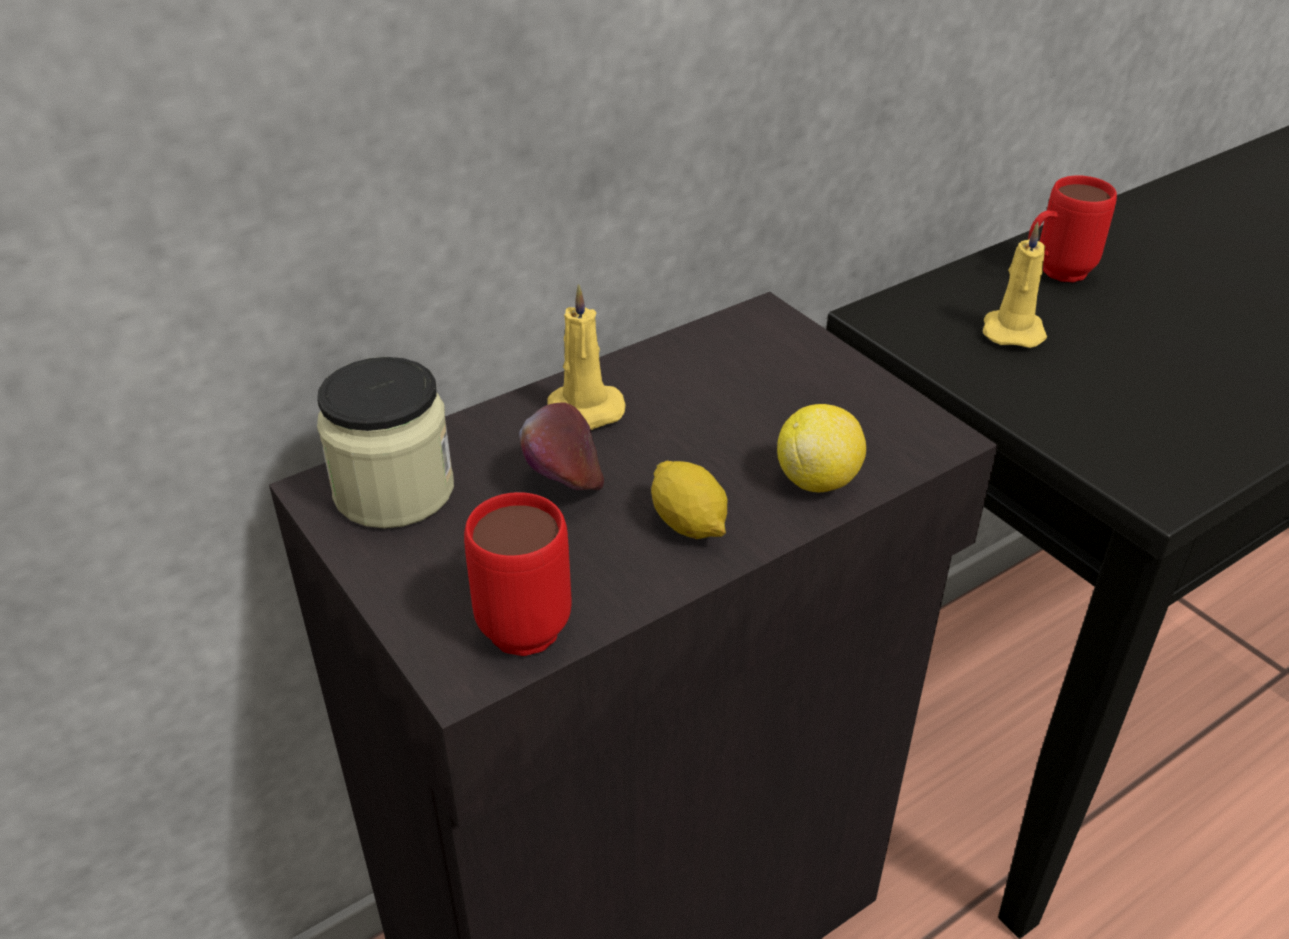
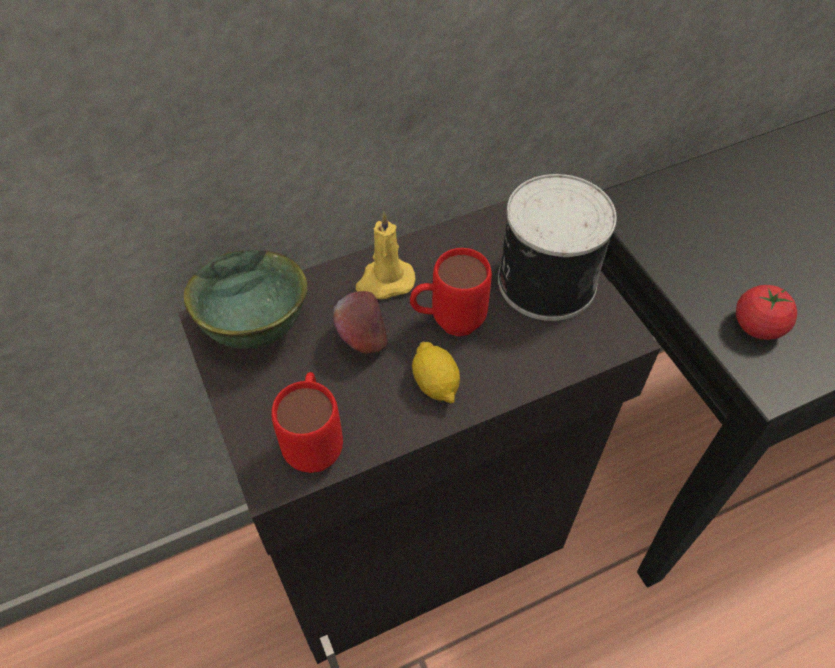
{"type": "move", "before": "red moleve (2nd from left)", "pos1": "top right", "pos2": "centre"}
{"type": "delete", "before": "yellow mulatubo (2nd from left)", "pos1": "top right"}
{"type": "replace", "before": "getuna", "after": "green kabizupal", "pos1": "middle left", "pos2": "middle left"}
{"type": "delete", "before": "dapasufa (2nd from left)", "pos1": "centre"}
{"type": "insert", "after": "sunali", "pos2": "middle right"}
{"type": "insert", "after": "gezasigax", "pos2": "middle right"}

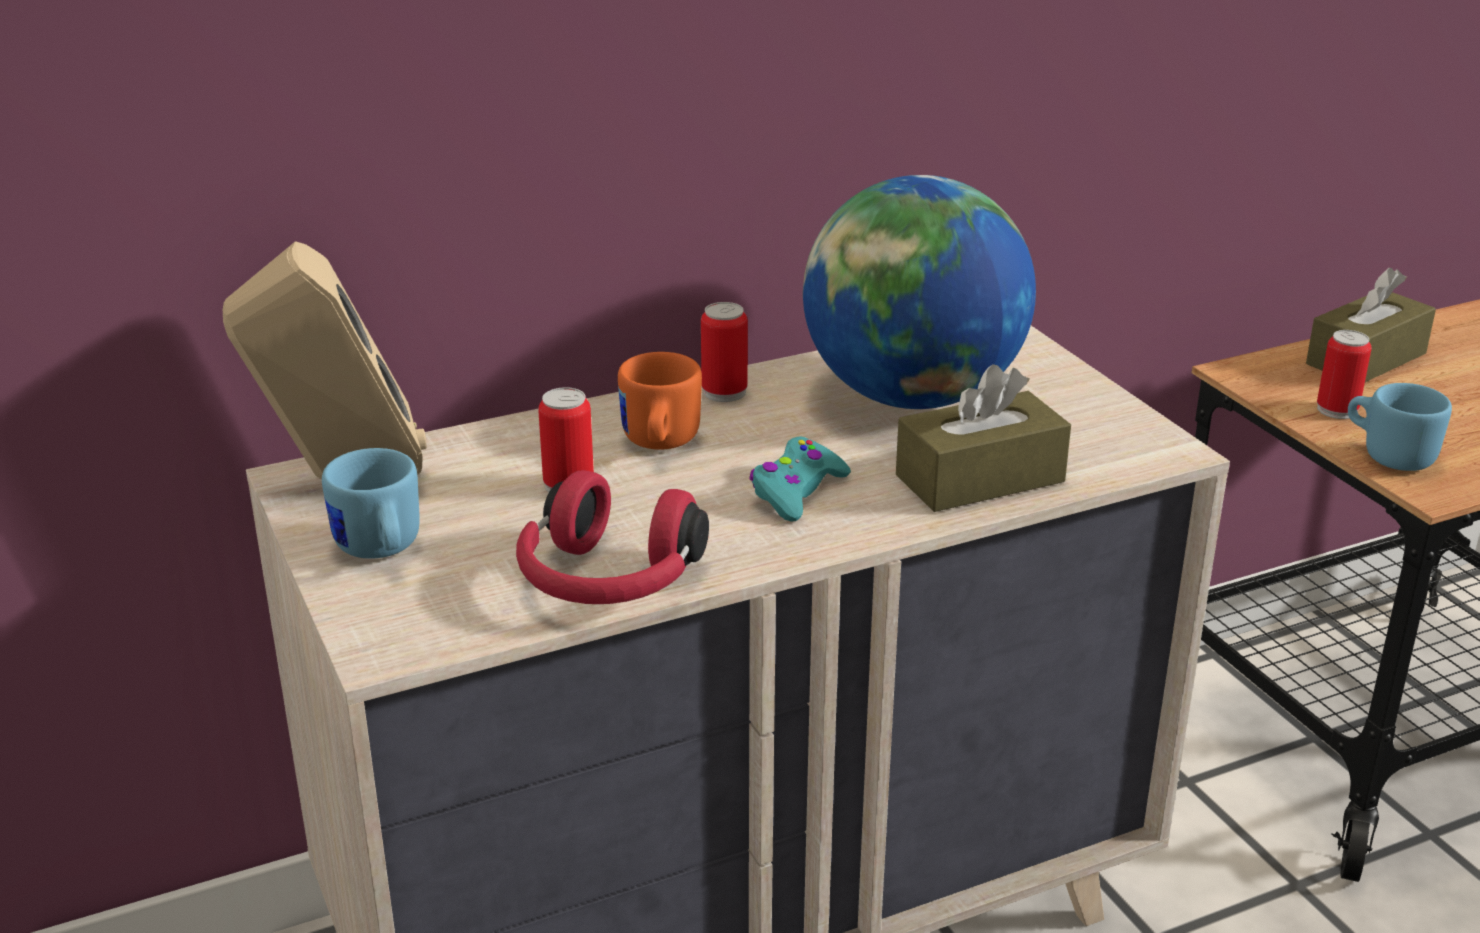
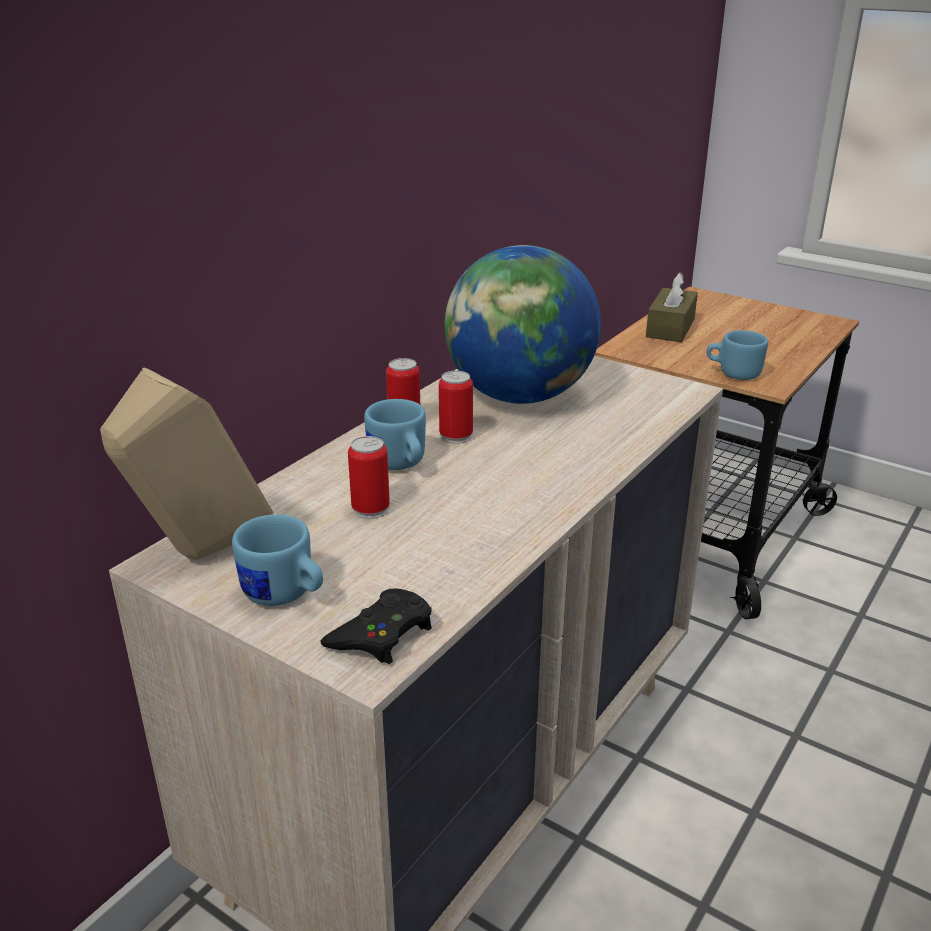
{"type": "move", "before": "sunali (3rd from left)", "pos1": "middle right", "pos2": "centre"}
{"type": "recolor", "before": "orange moleve", "after": "blue moleve (2nd from left)", "pos1": "centre", "pos2": "centre"}
{"type": "delete", "before": "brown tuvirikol (1st from left)", "pos1": "centre"}
{"type": "delete", "before": "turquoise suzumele", "pos1": "centre"}
{"type": "delete", "before": "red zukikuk", "pos1": "centre"}
{"type": "insert", "after": "black suzumele", "pos2": "bottom centre"}

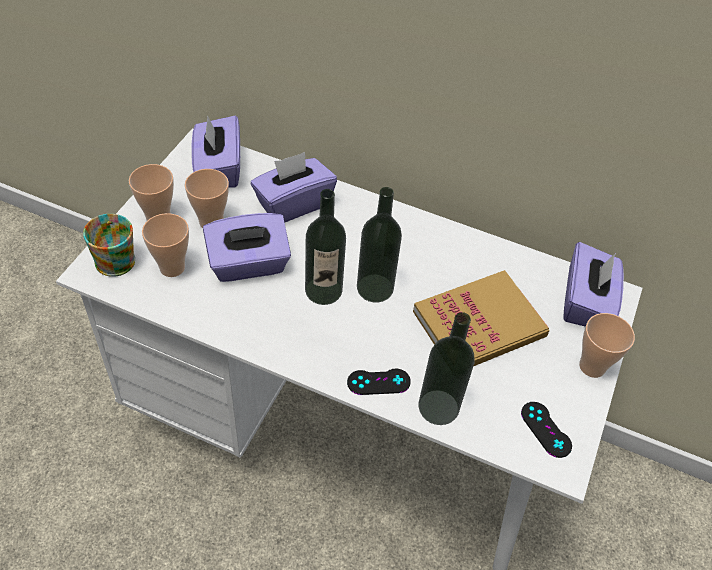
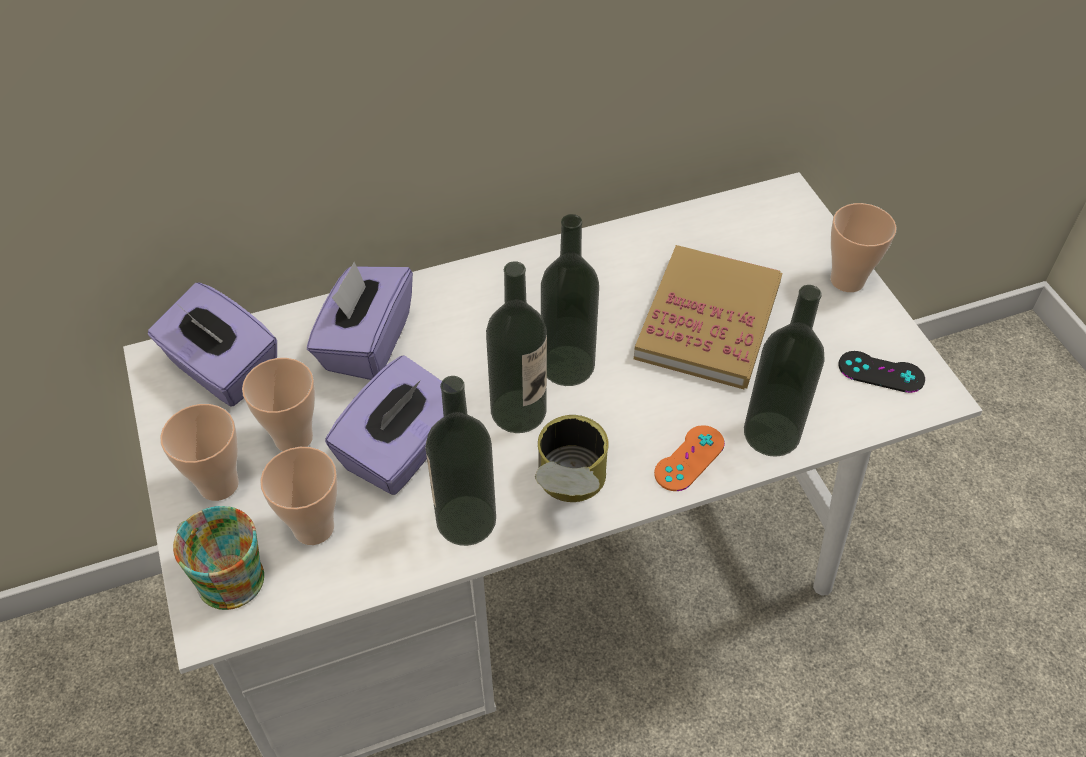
{"type": "delete", "before": "purple tuvirikol (4th from left)", "pos1": "middle right"}
{"type": "recolor", "before": "black suzumele (1st from left)", "after": "orange suzumele", "pos1": "bottom centre", "pos2": "centre"}
{"type": "insert", "after": "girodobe (1st from left)", "pos2": "centre"}
{"type": "insert", "after": "sunali", "pos2": "centre"}

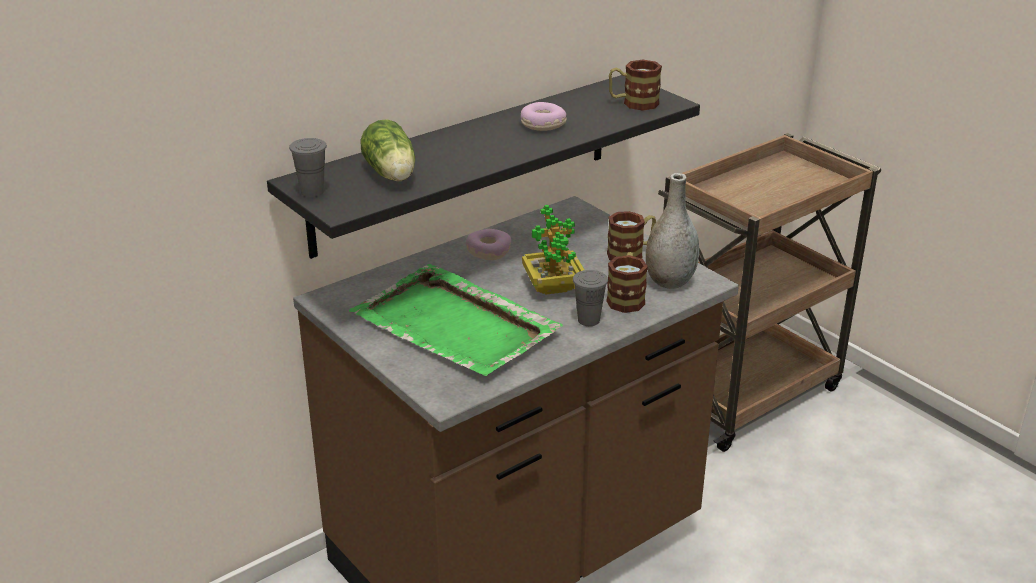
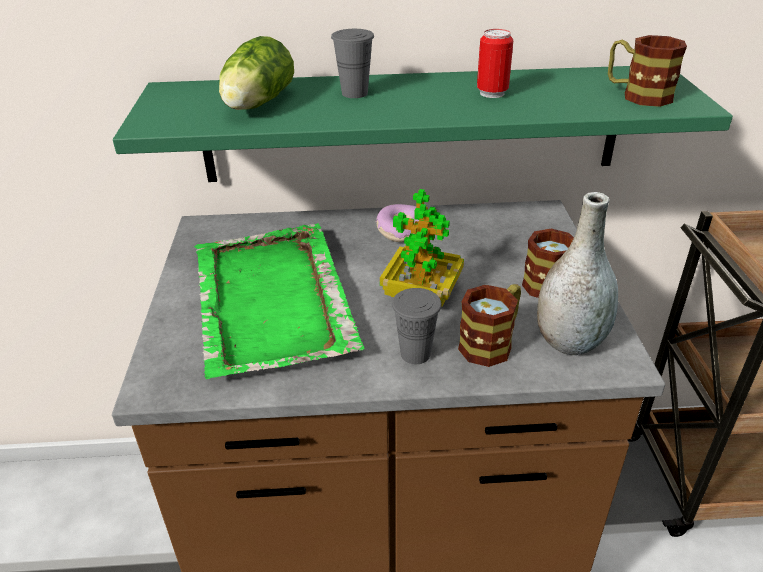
{"type": "recolor", "before": "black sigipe", "after": "green sigipe", "pos1": "top centre", "pos2": "top centre"}
{"type": "replace", "before": "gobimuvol (2nd from left)", "after": "sunali", "pos1": "top centre", "pos2": "top centre"}
{"type": "move", "before": "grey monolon (1st from left)", "pos1": "top left", "pos2": "top centre"}

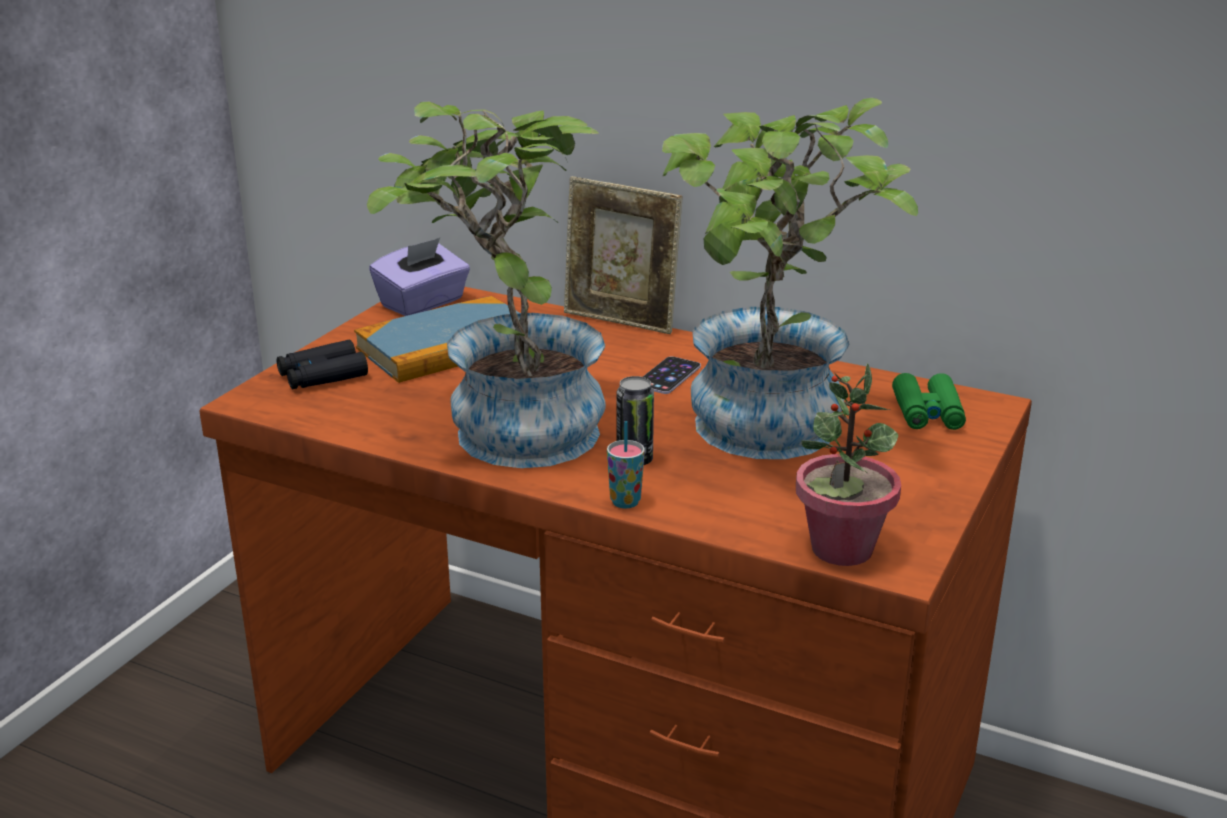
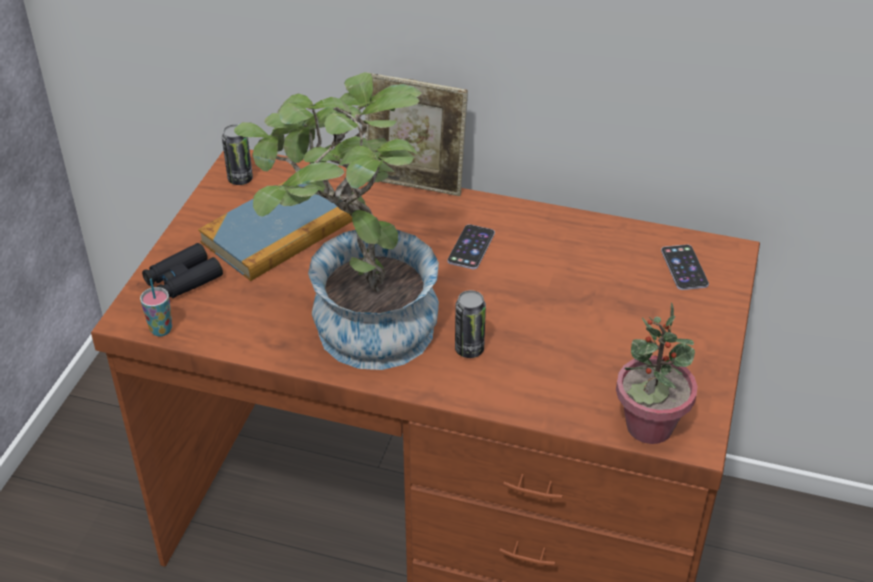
{"type": "delete", "before": "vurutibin (2nd from left)", "pos1": "centre"}
{"type": "replace", "before": "purple tuvirikol", "after": "sunali (1st from left)", "pos1": "centre", "pos2": "top left"}
{"type": "replace", "before": "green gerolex", "after": "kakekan (2nd from left)", "pos1": "middle right", "pos2": "middle right"}
{"type": "move", "before": "monolon", "pos1": "centre", "pos2": "middle left"}

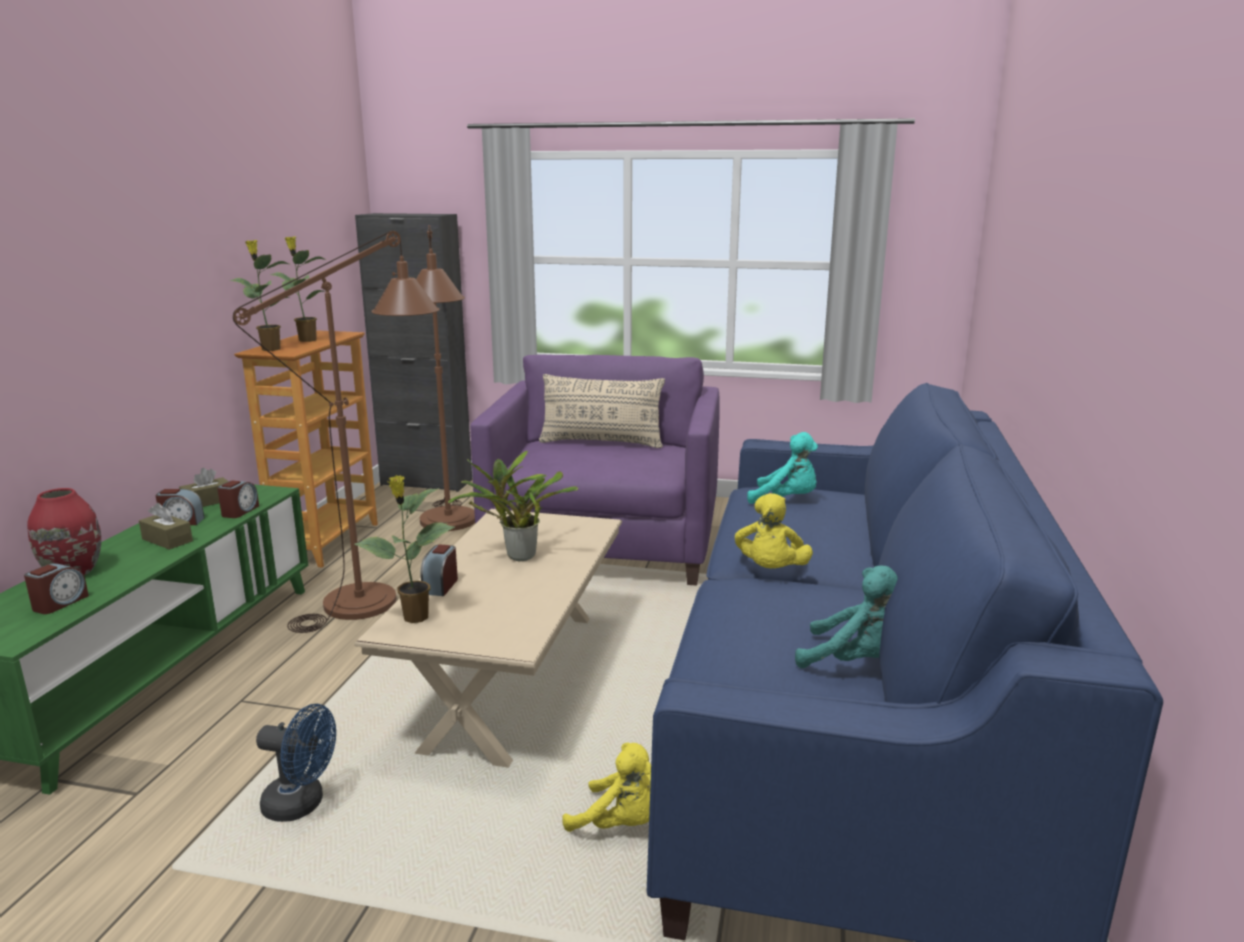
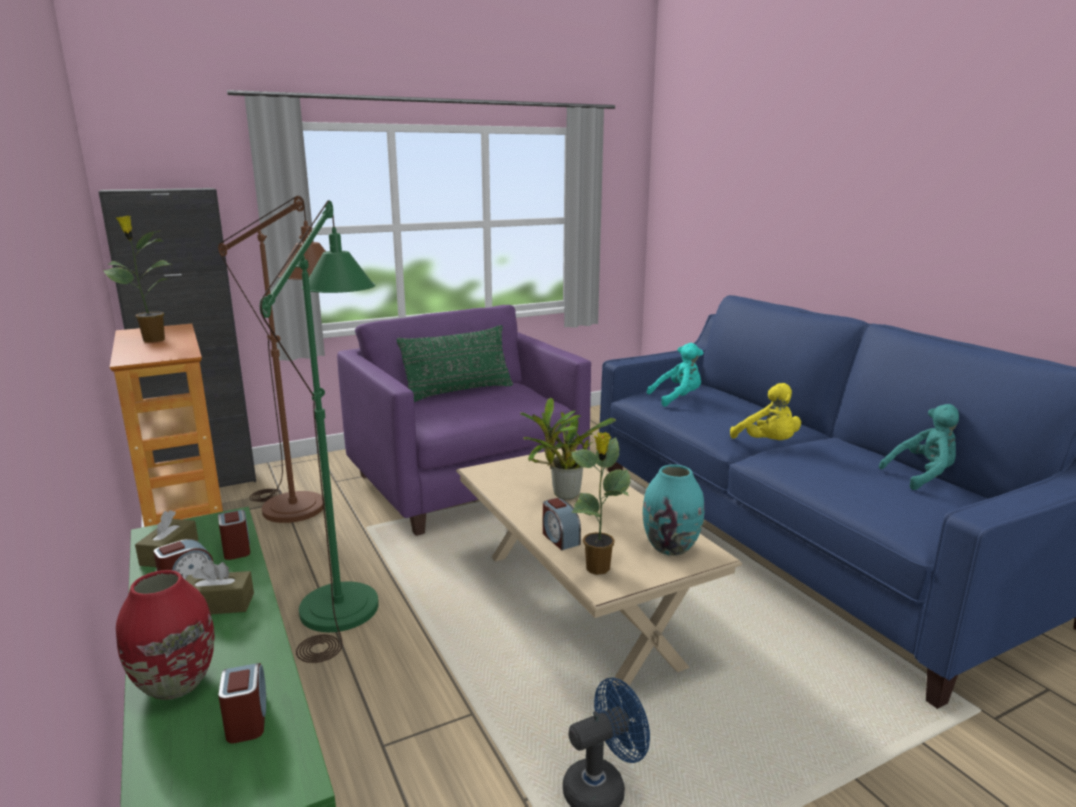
{"type": "recolor", "before": "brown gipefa (1st from left)", "after": "green gipefa", "pos1": "middle left", "pos2": "middle left"}
{"type": "delete", "before": "vurutibin (1st from left)", "pos1": "top left"}
{"type": "recolor", "before": "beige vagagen", "after": "green vagagen", "pos1": "centre", "pos2": "centre"}
{"type": "delete", "before": "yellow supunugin (1st from left)", "pos1": "bottom centre"}
{"type": "insert", "after": "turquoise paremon", "pos2": "centre"}

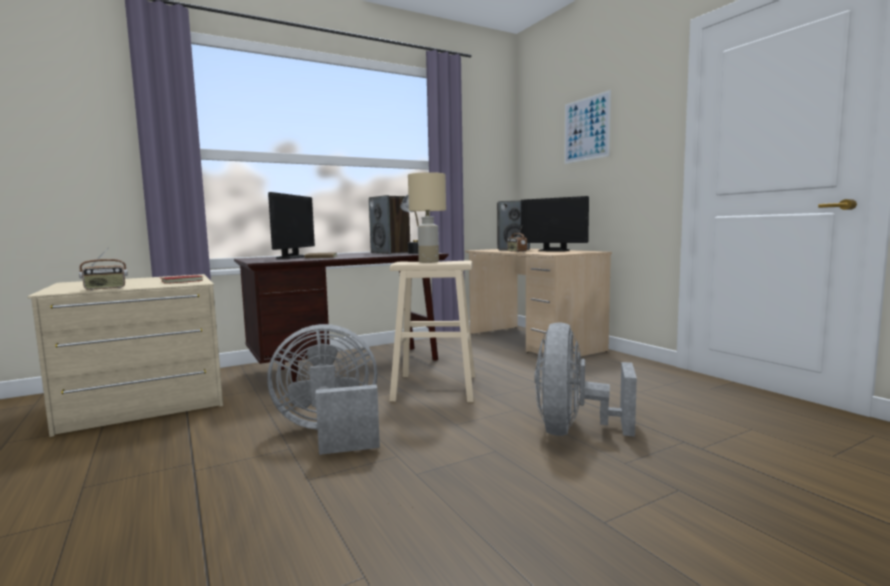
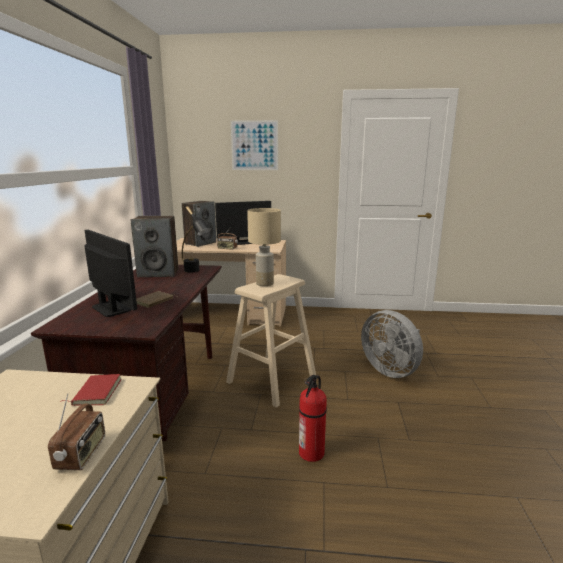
{"type": "replace", "before": "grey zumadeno (1st from left)", "after": "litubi", "pos1": "centre", "pos2": "bottom centre"}

